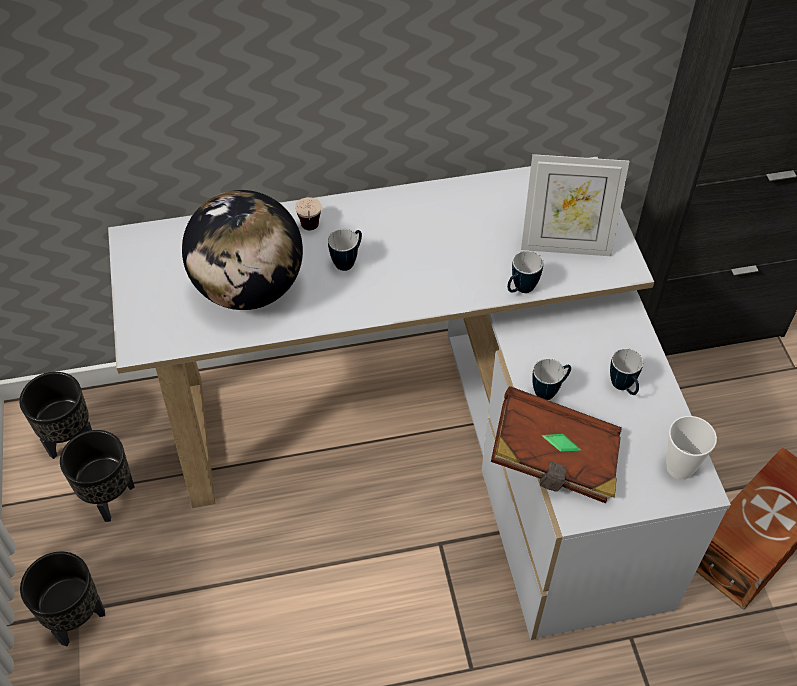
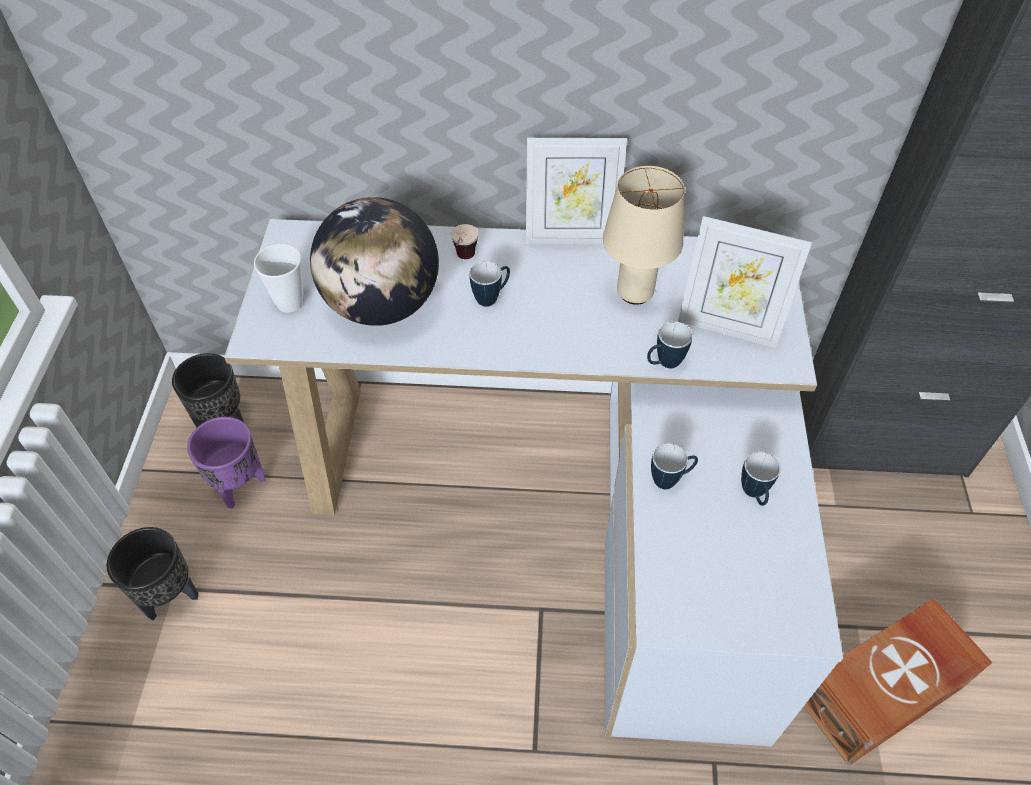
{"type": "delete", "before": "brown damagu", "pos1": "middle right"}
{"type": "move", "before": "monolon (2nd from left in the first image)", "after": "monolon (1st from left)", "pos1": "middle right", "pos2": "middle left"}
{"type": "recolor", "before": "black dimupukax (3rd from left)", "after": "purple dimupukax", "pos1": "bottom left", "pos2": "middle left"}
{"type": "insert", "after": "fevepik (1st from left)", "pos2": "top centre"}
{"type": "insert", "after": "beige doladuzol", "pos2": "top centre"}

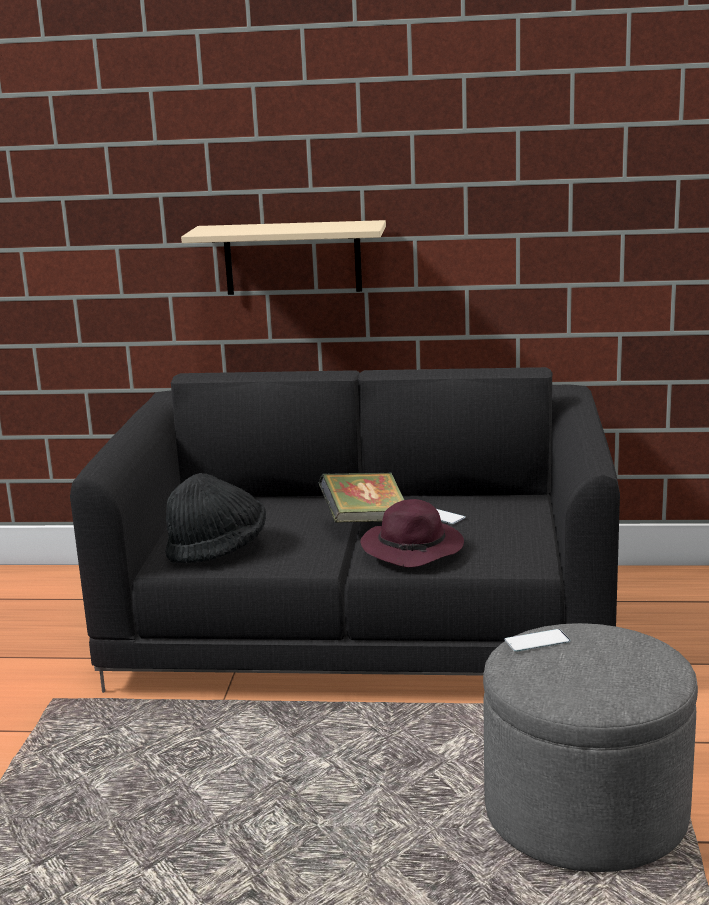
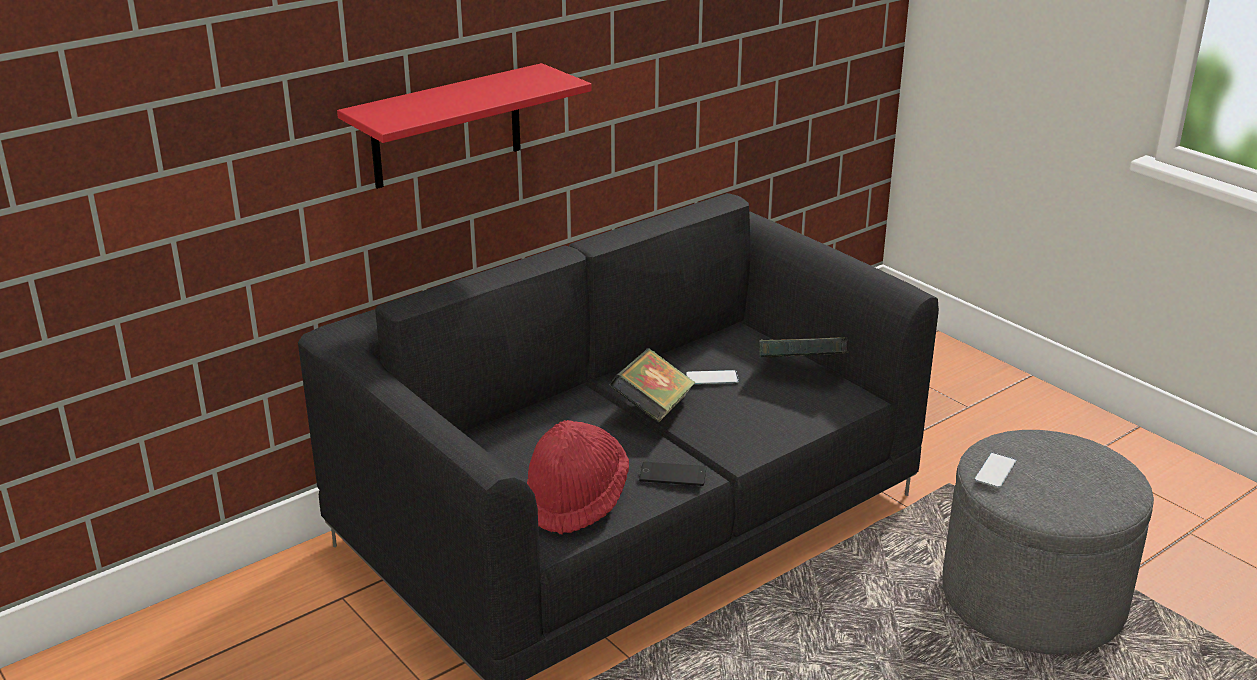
{"type": "recolor", "before": "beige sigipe", "after": "red sigipe", "pos1": "top centre", "pos2": "top centre"}
{"type": "recolor", "before": "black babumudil", "after": "red babumudil", "pos1": "middle left", "pos2": "bottom centre"}
{"type": "delete", "before": "purple babumudil", "pos1": "centre"}
{"type": "insert", "after": "damagu (2nd from left)", "pos2": "centre"}
{"type": "insert", "after": "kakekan (1st from left)", "pos2": "bottom centre"}

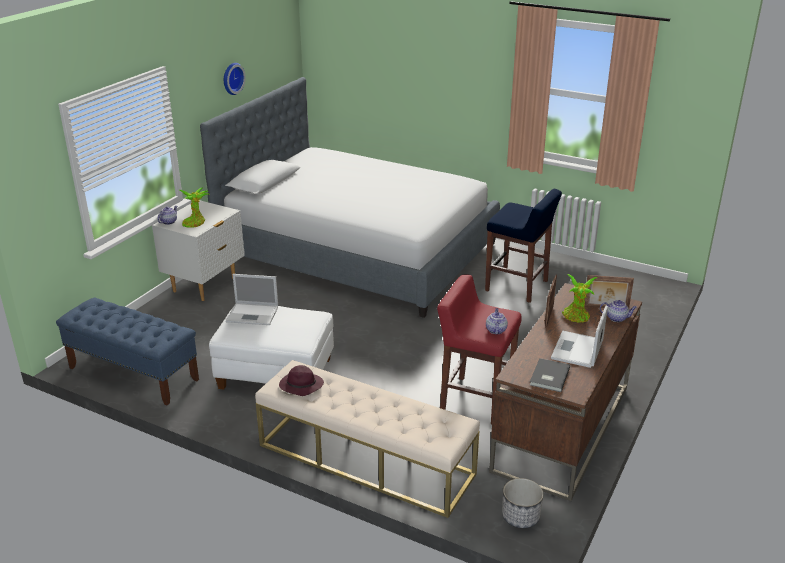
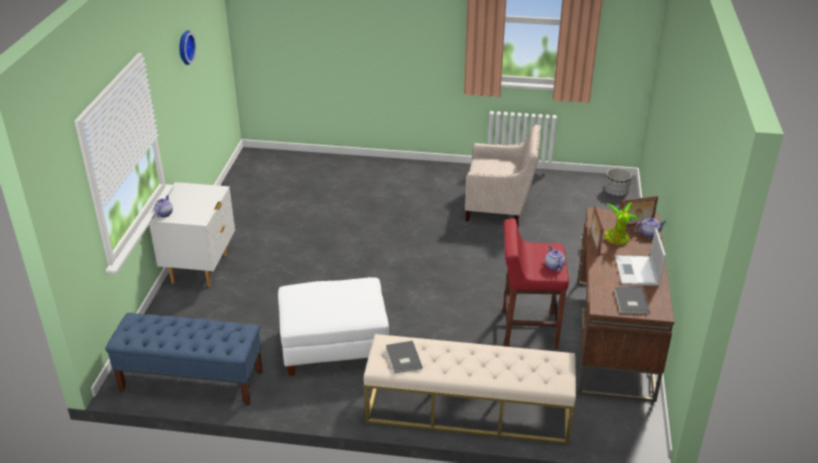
{"type": "delete", "before": "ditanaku", "pos1": "centre"}
{"type": "delete", "before": "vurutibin (1st from left)", "pos1": "middle left"}
{"type": "replace", "before": "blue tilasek", "after": "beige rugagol", "pos1": "centre", "pos2": "centre"}
{"type": "delete", "before": "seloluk (1st from left)", "pos1": "middle left"}
{"type": "replace", "before": "purple babumudil", "after": "grey damagu (1st from left)", "pos1": "bottom centre", "pos2": "bottom centre"}
{"type": "move", "before": "dimupukax", "pos1": "bottom centre", "pos2": "middle right"}

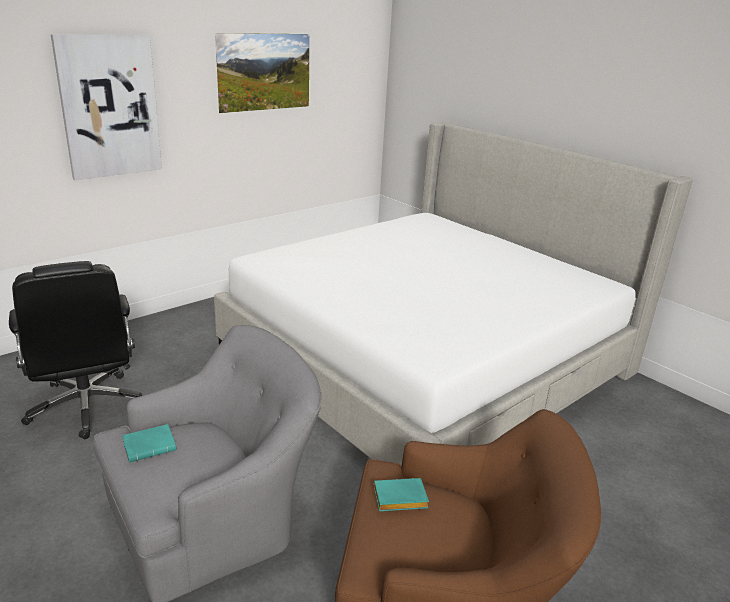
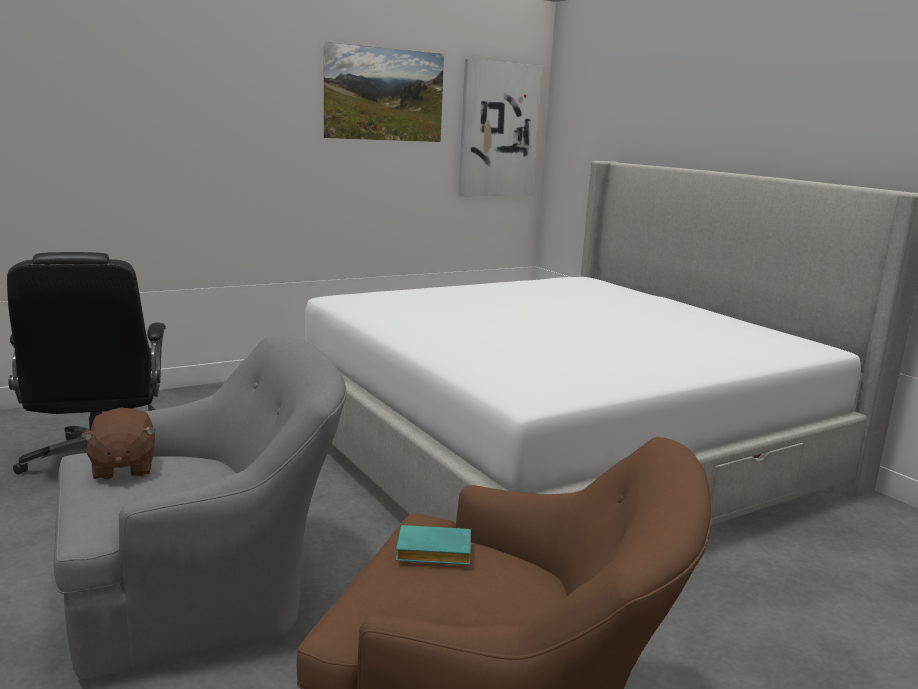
{"type": "move", "before": "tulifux (1st from left in the first image)", "after": "tulifux (2nd from left)", "pos1": "top left", "pos2": "top centre"}
{"type": "replace", "before": "turquoise damagu (1st from left)", "after": "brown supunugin", "pos1": "bottom left", "pos2": "middle left"}

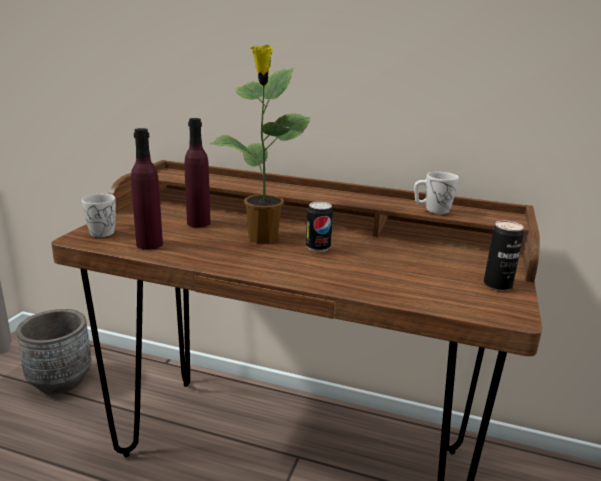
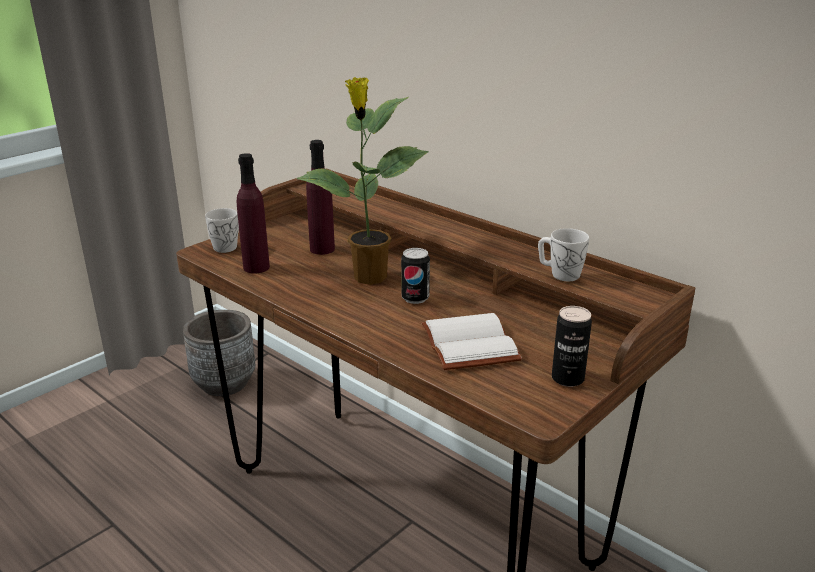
{"type": "insert", "after": "white damagu", "pos2": "centre"}

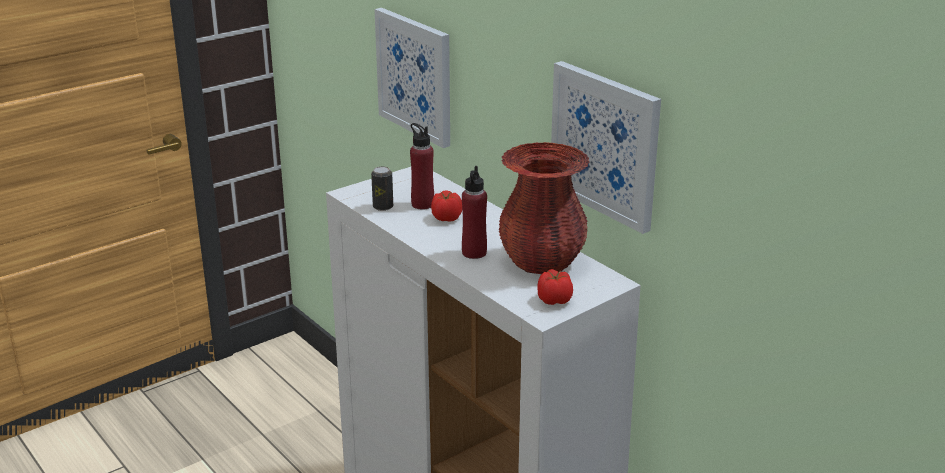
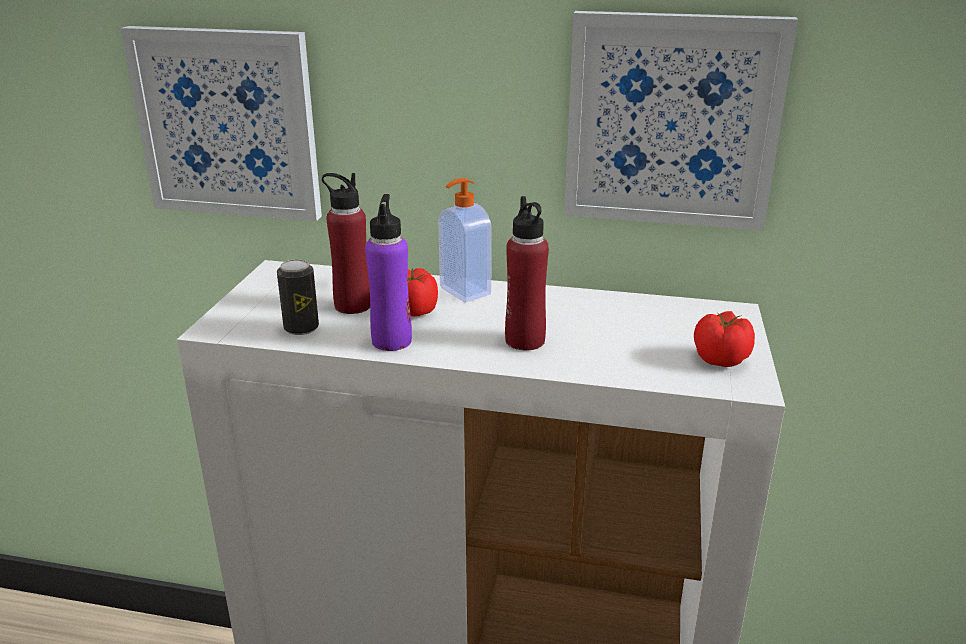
{"type": "delete", "before": "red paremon", "pos1": "centre"}
{"type": "insert", "after": "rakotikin", "pos2": "centre"}
{"type": "insert", "after": "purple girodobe", "pos2": "centre"}

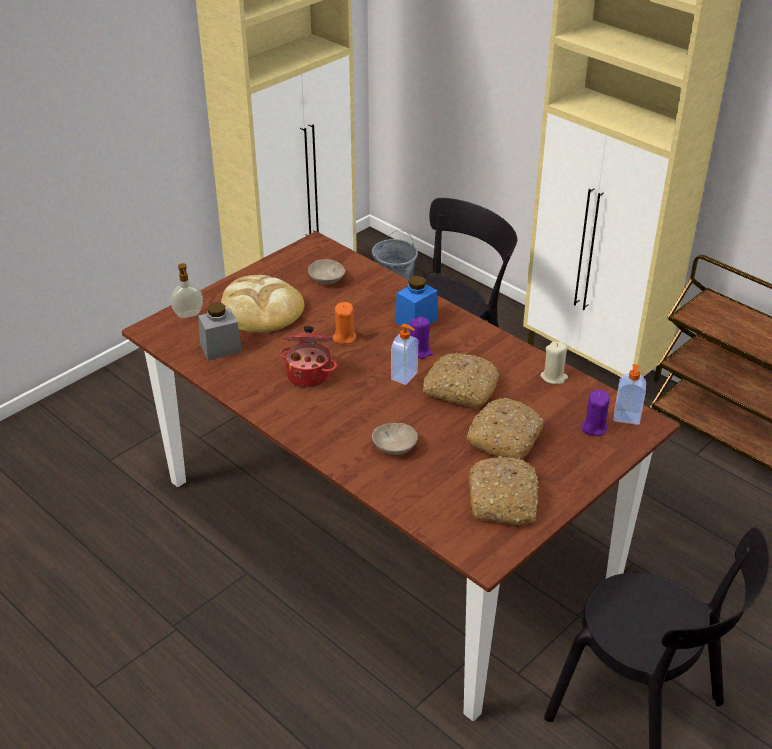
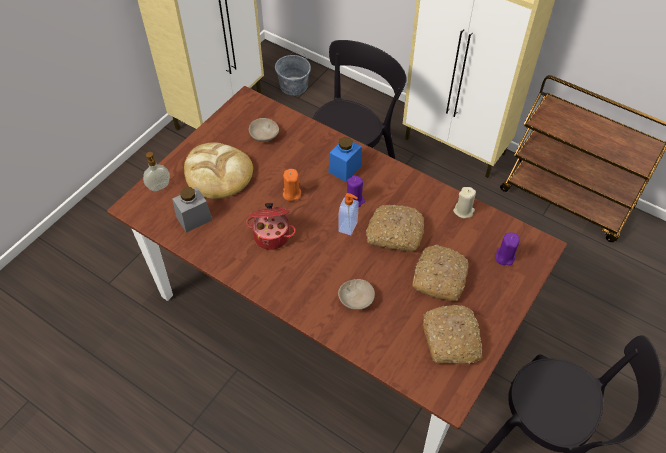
{"type": "delete", "before": "rakotikin (3rd from left)", "pos1": "middle right"}

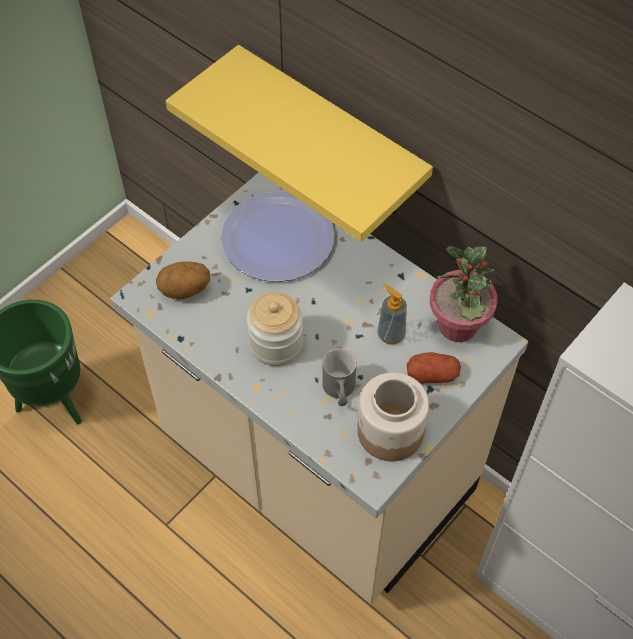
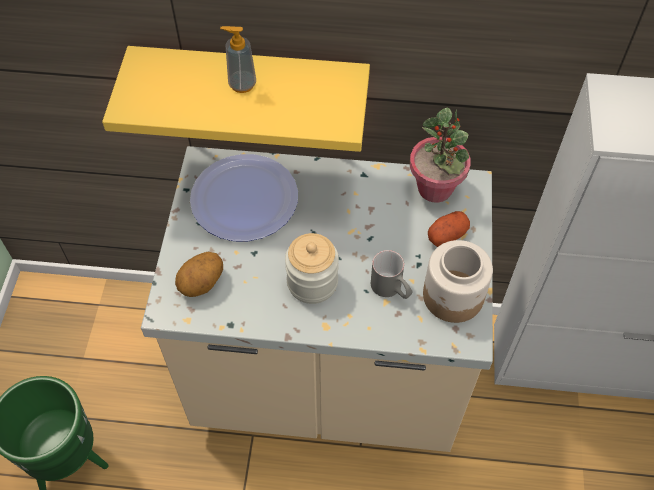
{"type": "move", "before": "rakotikin", "pos1": "centre", "pos2": "top centre"}

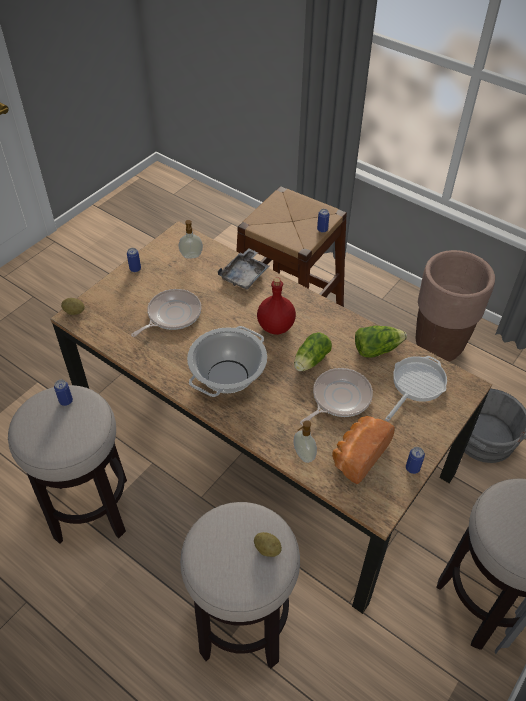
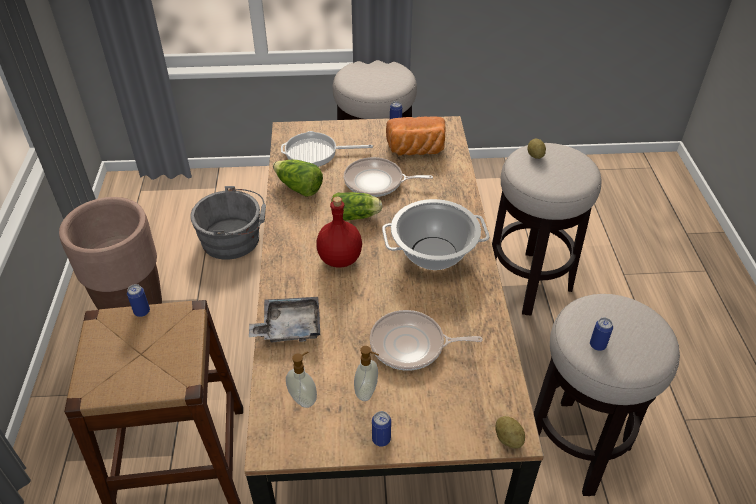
{"type": "move", "before": "rakotikin (2nd from left)", "pos1": "centre", "pos2": "bottom centre"}

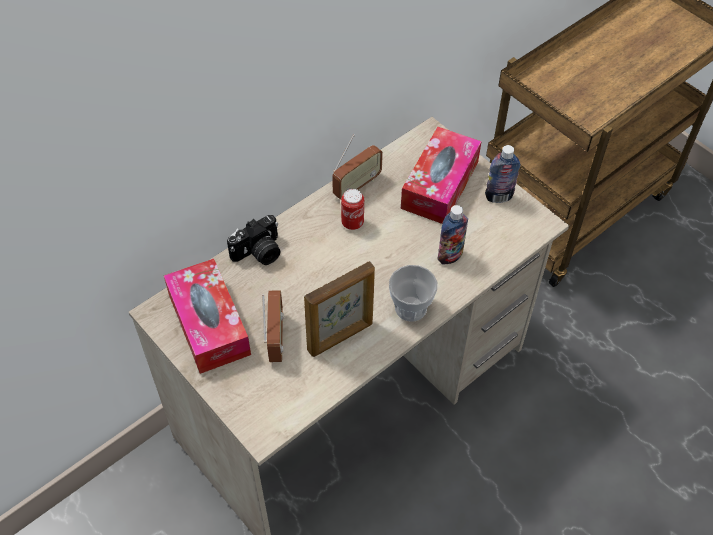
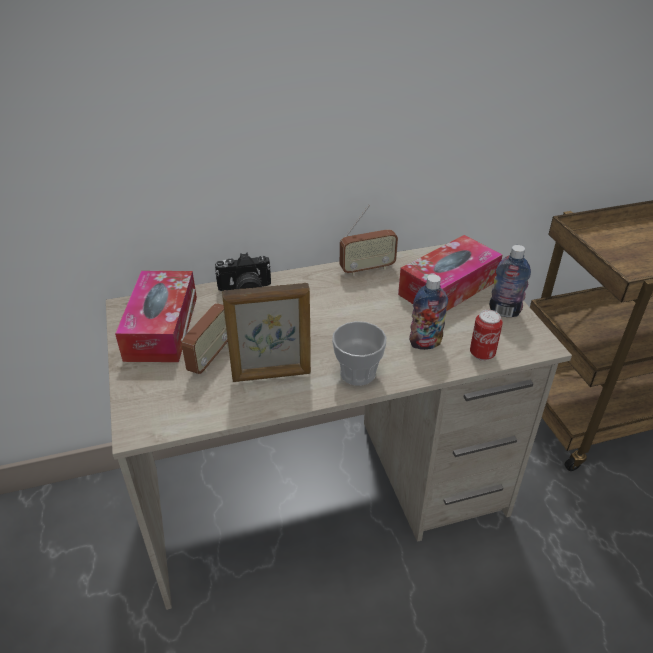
{"type": "move", "before": "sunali", "pos1": "centre", "pos2": "middle right"}

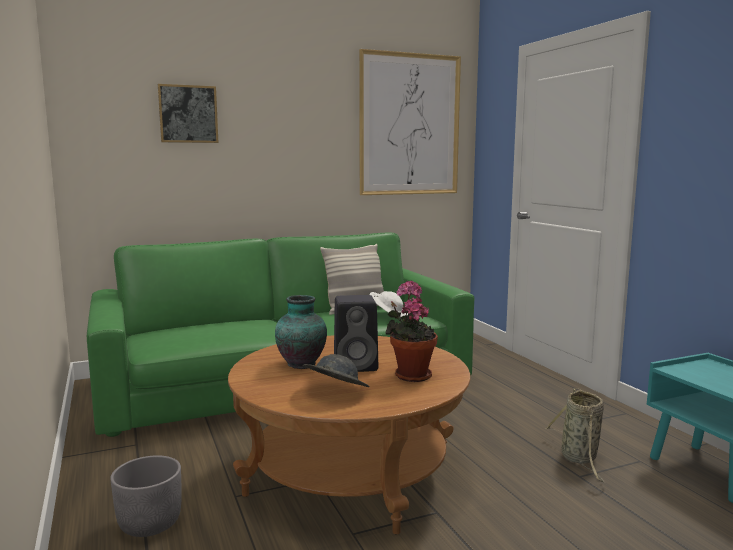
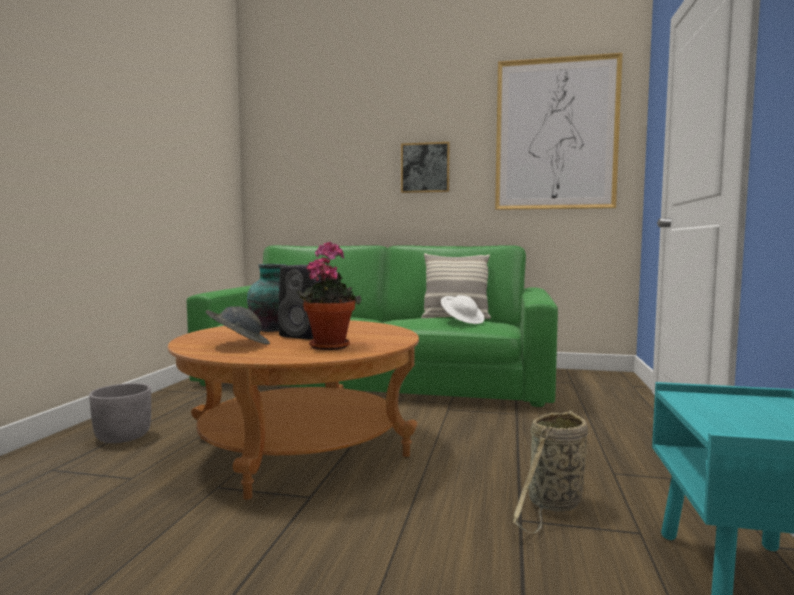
{"type": "move", "before": "tulifux (1st from left)", "pos1": "top left", "pos2": "top centre"}

